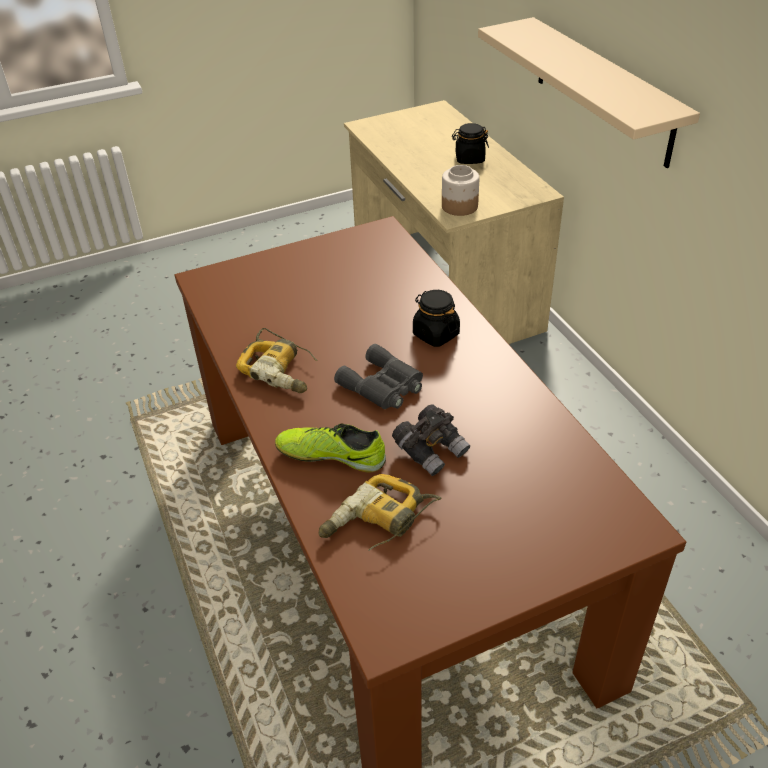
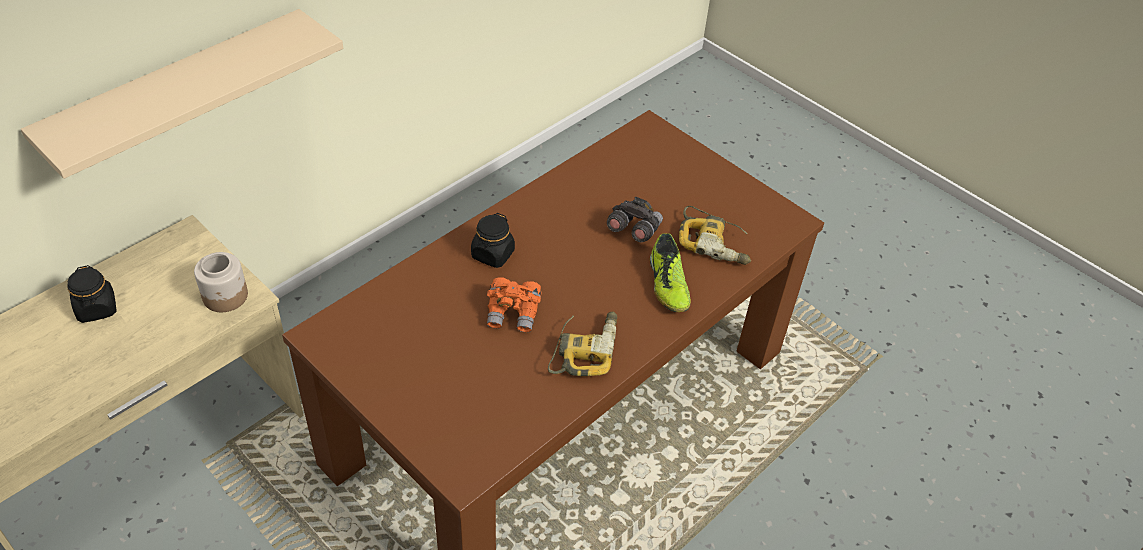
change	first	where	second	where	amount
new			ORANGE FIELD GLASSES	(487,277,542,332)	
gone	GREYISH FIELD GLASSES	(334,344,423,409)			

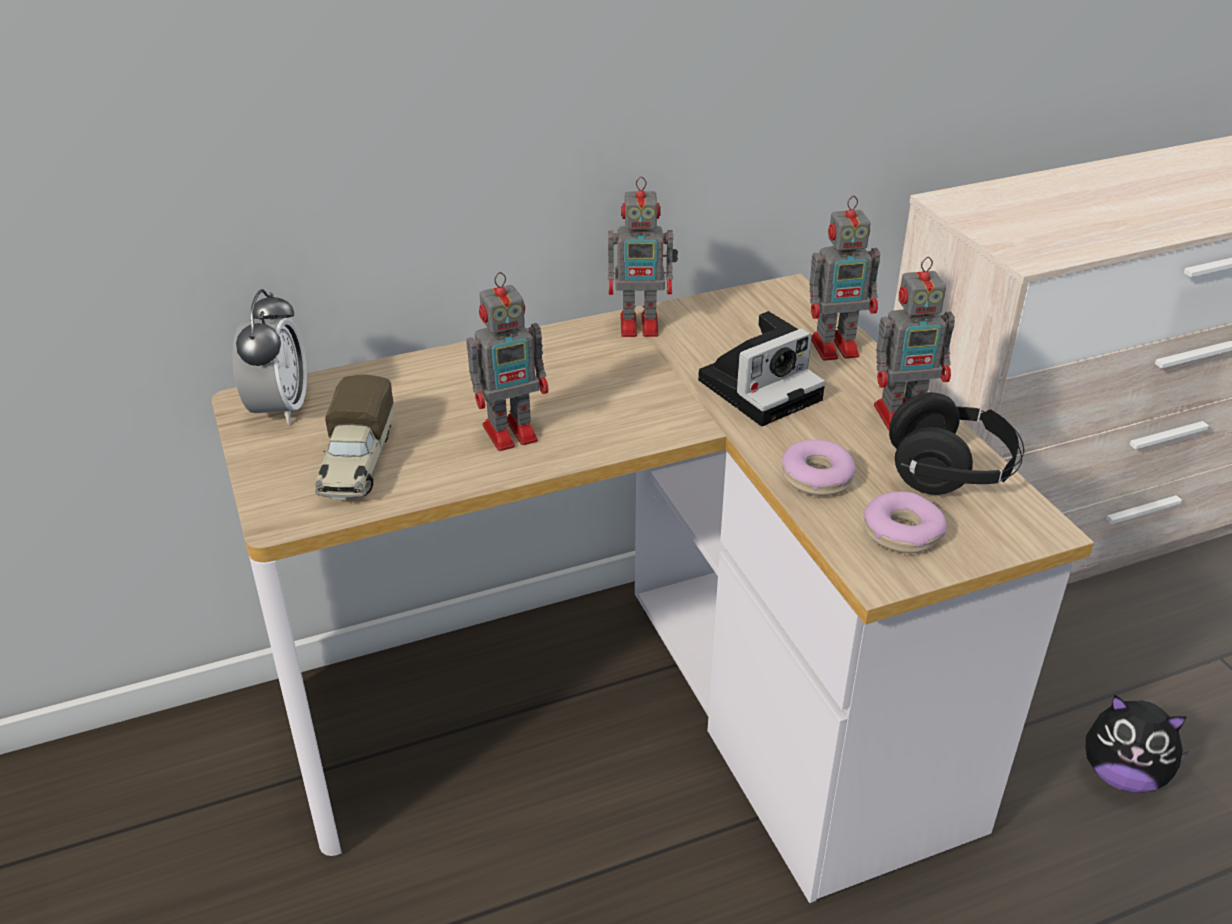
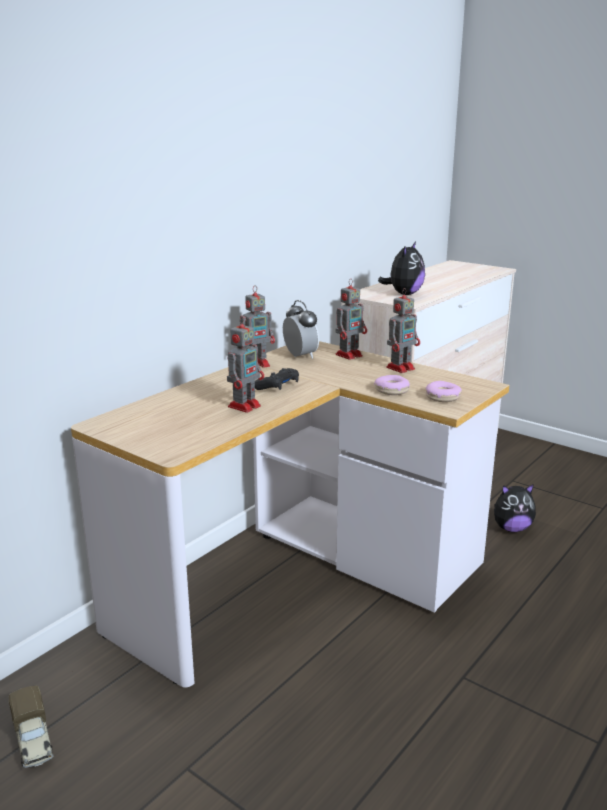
change	first	where	second	where	amount
shifted	TOY LORRY	(315,375,394,499)		(9,686,53,768)	
new			BLACK GAMEPAD	(255,368,299,390)	
shifted	ALARM CLOCK	(233,289,307,424)		(283,300,319,359)	
new			CUDDLY TOY	(378,242,425,295)	
gone	PHOTO CAMERA	(698,311,825,426)			
gone	BLACK HEADPHONES	(889,392,1024,495)			

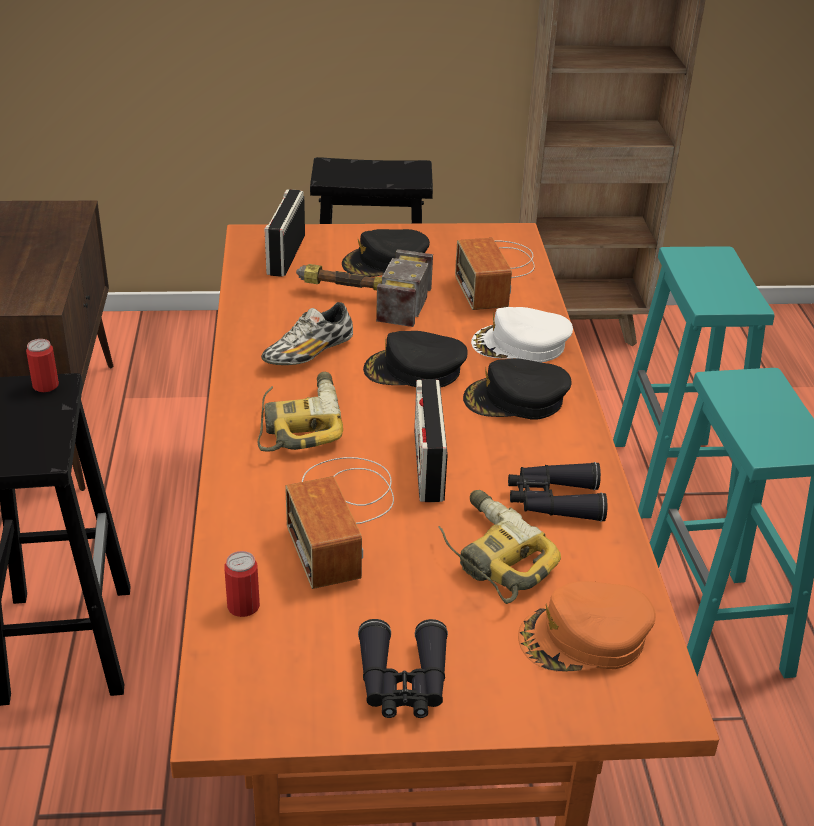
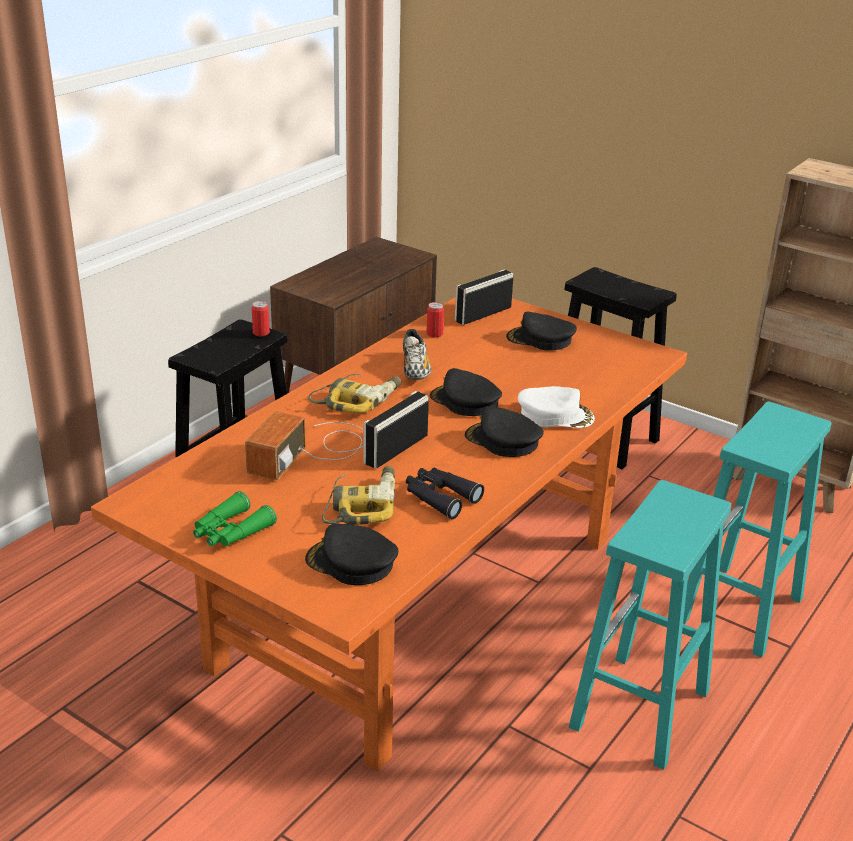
change	first	where	second	where	amount
repainted	BLACK FIELD GLASSES	(358,619,448,718)	GREENISH FIELD GLASSES	(193,491,277,546)	
repainted	ORANGE CAP	(518,581,656,672)	BLACK CAP	(305,524,398,585)	
rotated	ITEM OF FOOTWEAR	(261,302,353,365)		(403,329,431,380)	90 degrees counterclockwise
shifted	SEALED CAN	(225,551,260,617)		(426,302,444,337)	
rotated	WHITISH CAP	(471,307,573,362)		(518,386,595,428)	150 degrees clockwise
gone	HAMMER	(296,249,433,327)			
gone	RADIO	(455,238,535,310)			

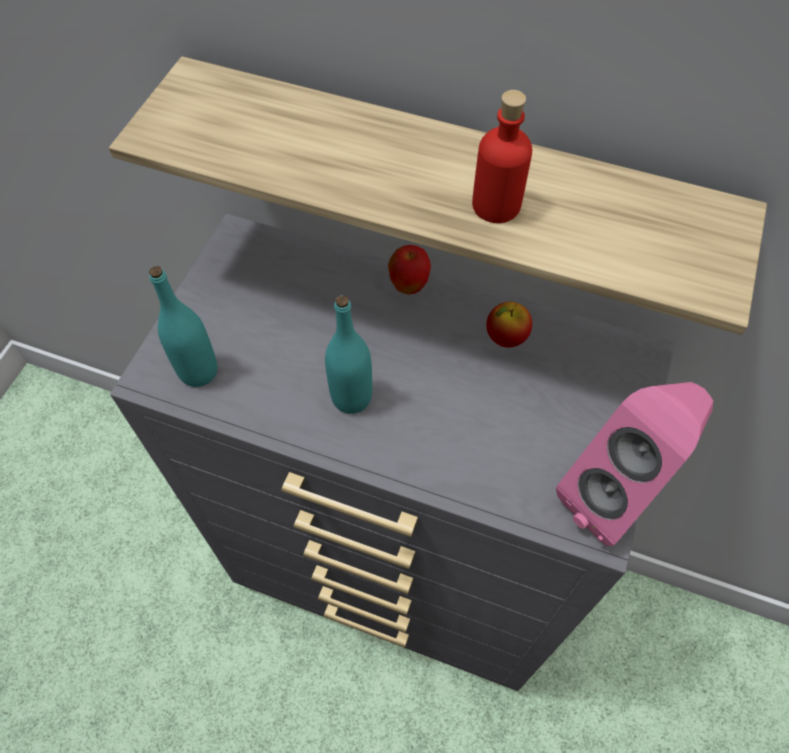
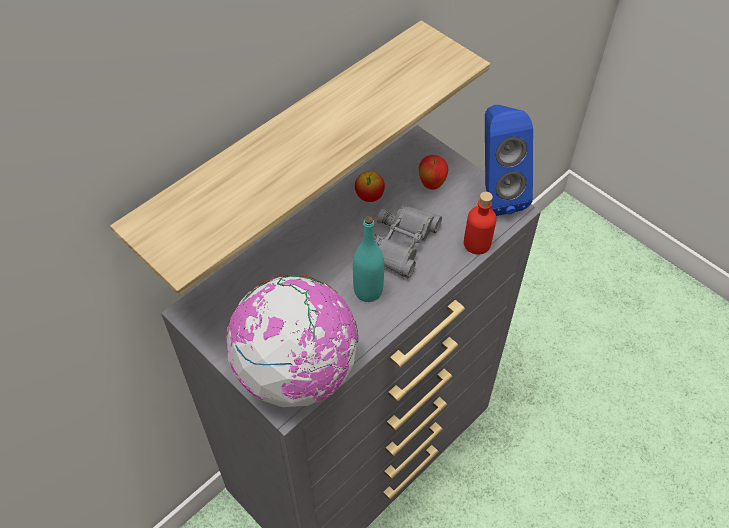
change	first	where	second	where	amount
swapped	BLUE-GREEN BOTTLE	(149,266,217,387)	DESK GLOBE	(226,275,358,407)	
new			GREYISH FIELD GLASSES	(374,205,442,278)	
shifted	APPLE FRUIT	(388,245,431,295)		(419,155,449,190)	
shifted	REDDISH BOTTLE	(472,90,532,223)		(464,192,497,254)	
repainted	PINKISH SPEAKER	(556,382,713,546)	BLUISH SPEAKER	(485,105,533,216)	

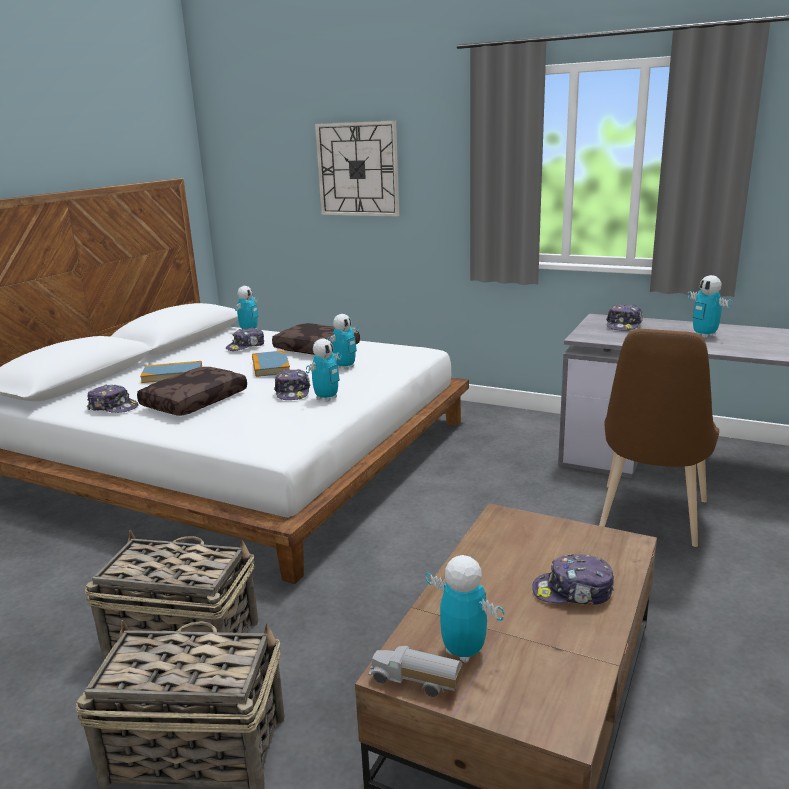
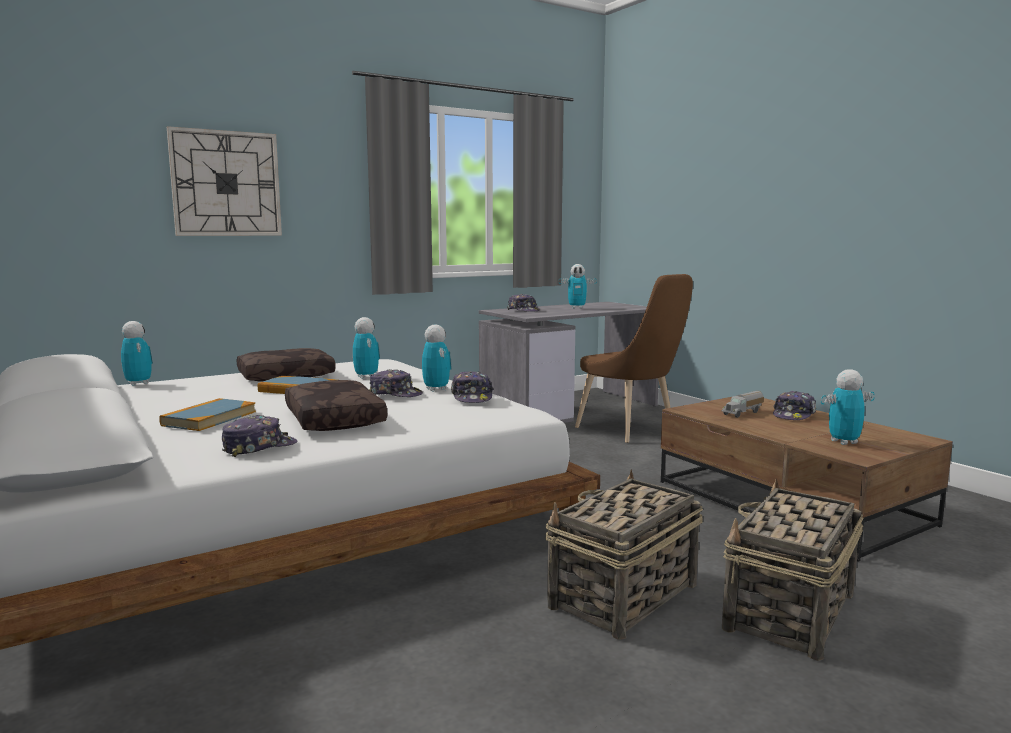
change	first	where	second	where	amount
shifted	CAP	(226,328,264,351)		(451,371,494,403)	
shifted	TOY LORRY	(368,646,462,697)		(721,391,764,418)	

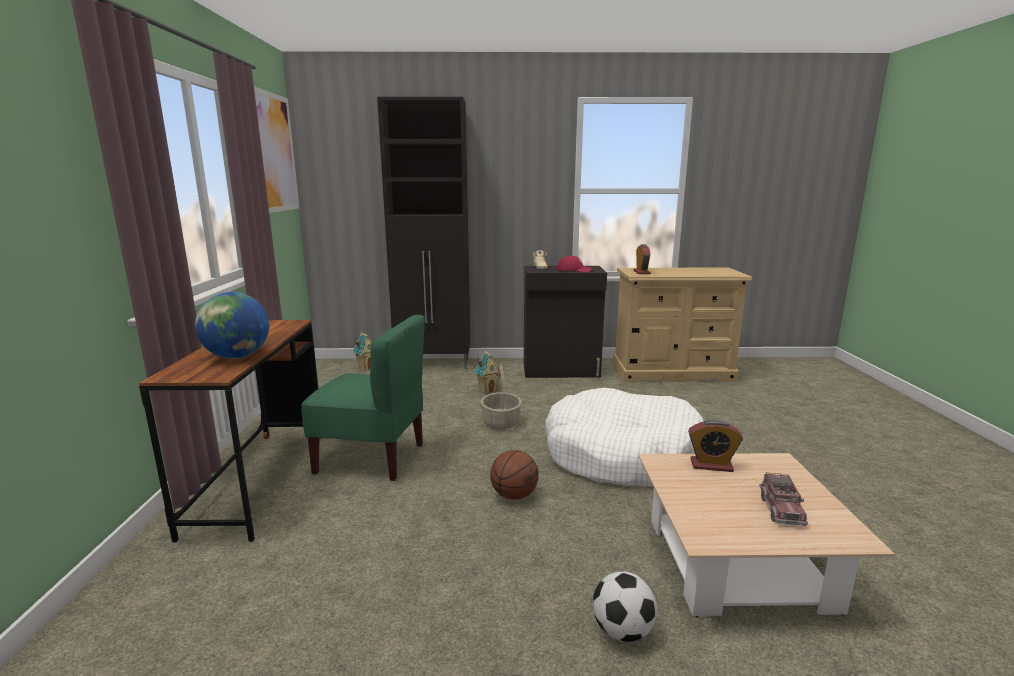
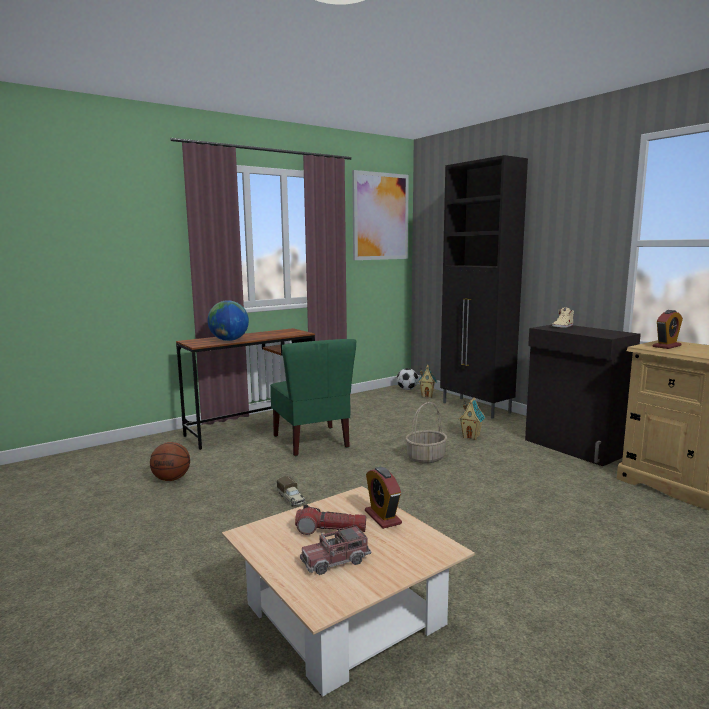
change	first	where	second	where	amount
shifted	BASKETBALL	(490,450,539,500)		(150,442,190,481)	
new			TOY LORRY	(277,476,306,507)	
new			HAND TORCH	(295,505,366,535)	
shifted	FOOTBALL BALL	(593,571,657,642)		(397,368,418,390)	
gone	WHITISH DOG CUSHION	(545,388,704,487)			
gone	REDDISH CAP	(557,256,593,272)			

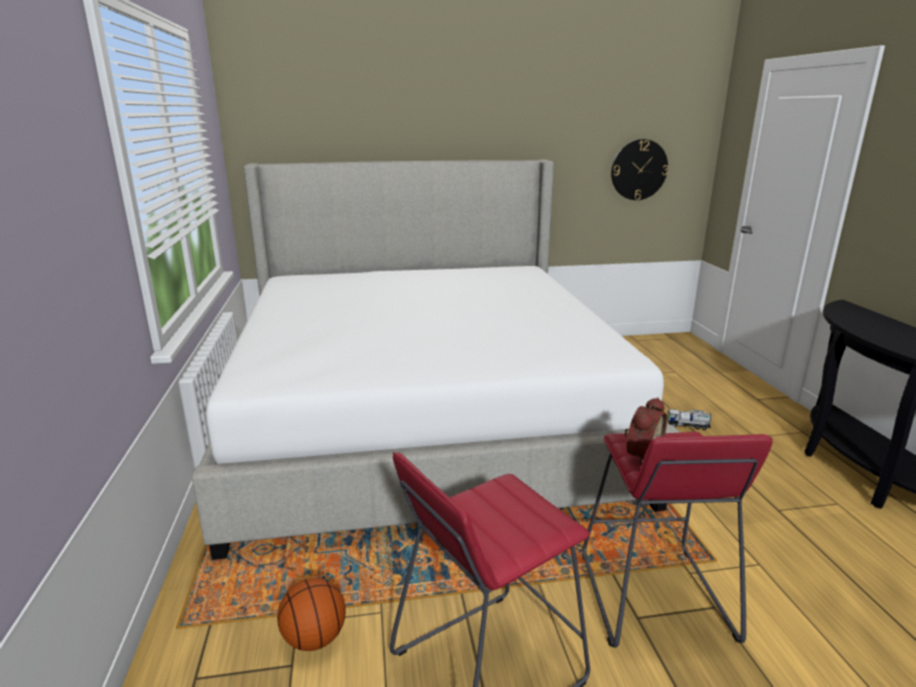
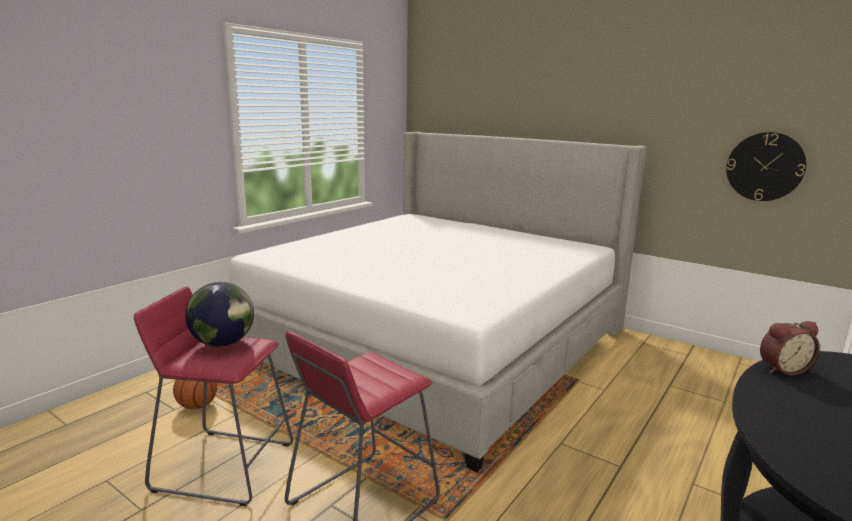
change	first	where	second	where	amount
new			DESK GLOBE	(185,282,254,347)	
shifted	ALARM CLOCK	(624,397,667,465)		(760,321,820,375)	
gone	TOY LORRY	(667,409,711,430)			

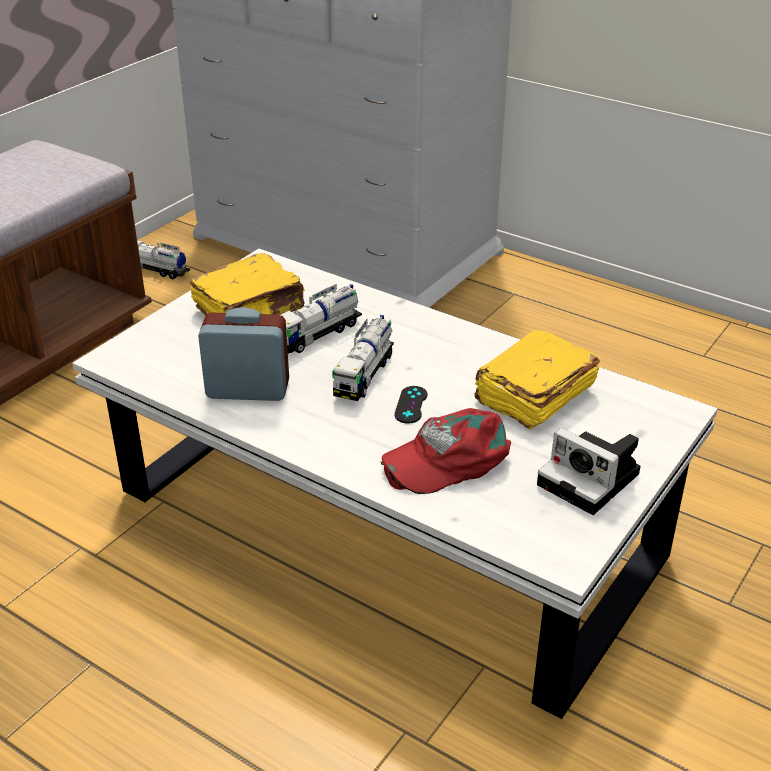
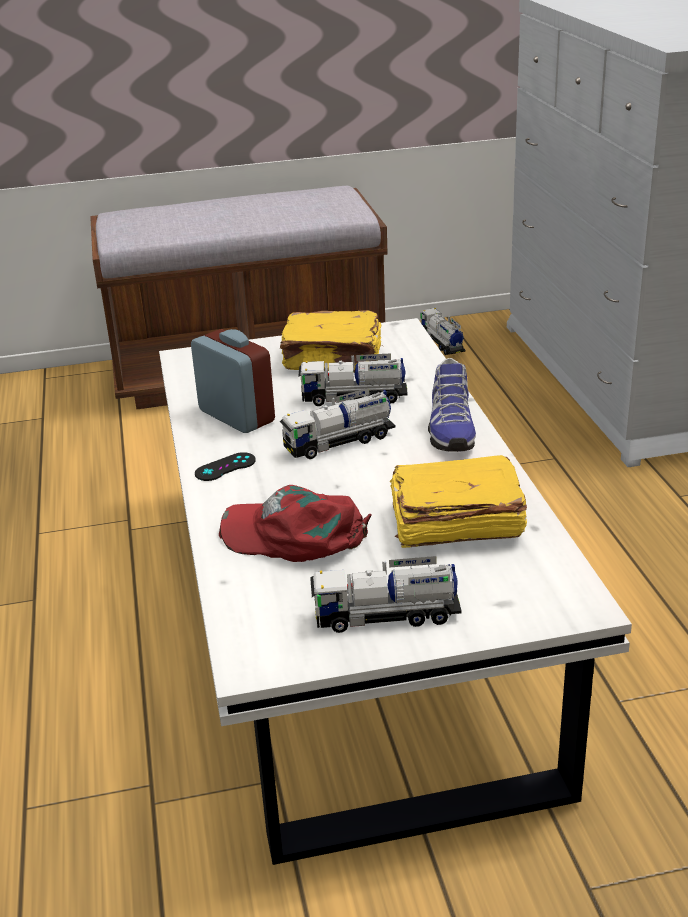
change	first	where	second	where	amount
shifted	BLACK GAMEPAD	(394,386,427,424)		(195,452,256,481)	
swapped	PHOTO CAMERA	(537,428,641,515)	TOY LORRY	(310,556,462,633)	
new			ITEM OF FOOTWEAR	(428,358,476,452)	

